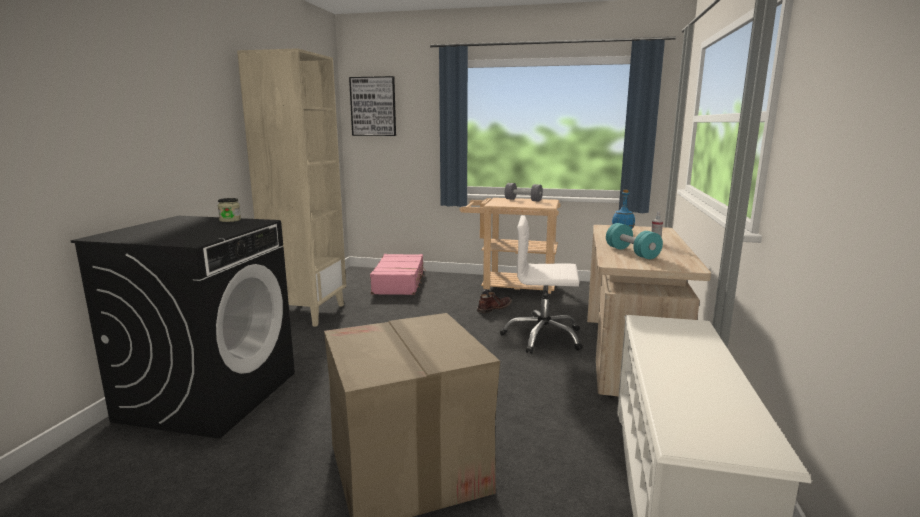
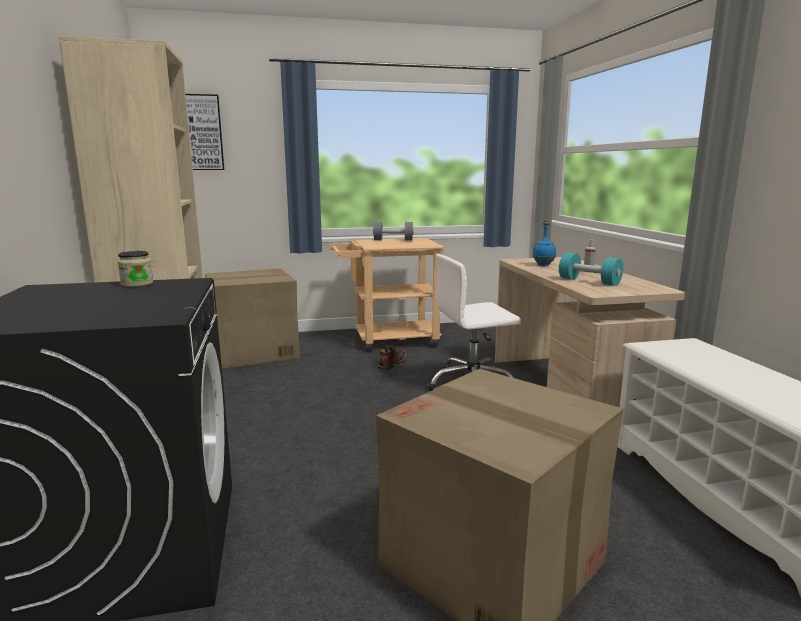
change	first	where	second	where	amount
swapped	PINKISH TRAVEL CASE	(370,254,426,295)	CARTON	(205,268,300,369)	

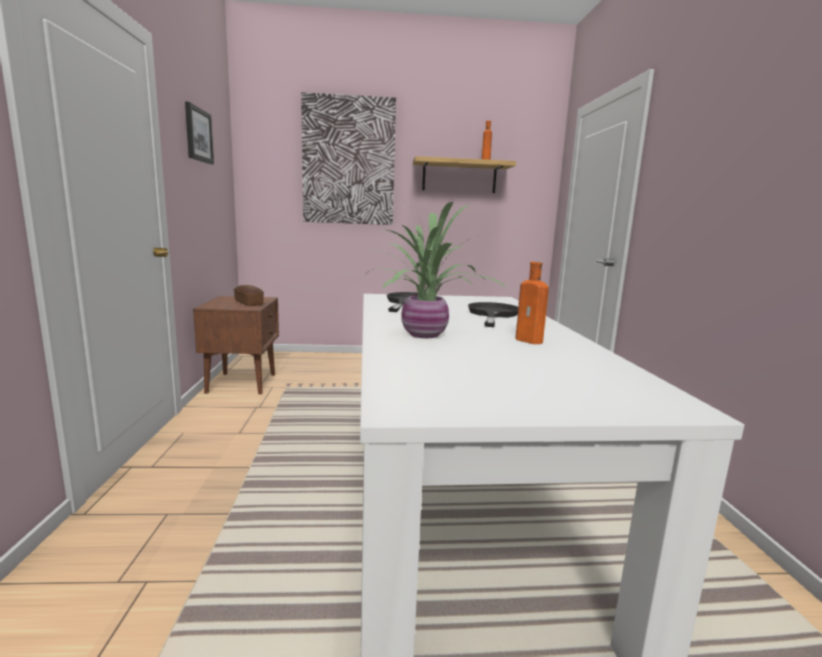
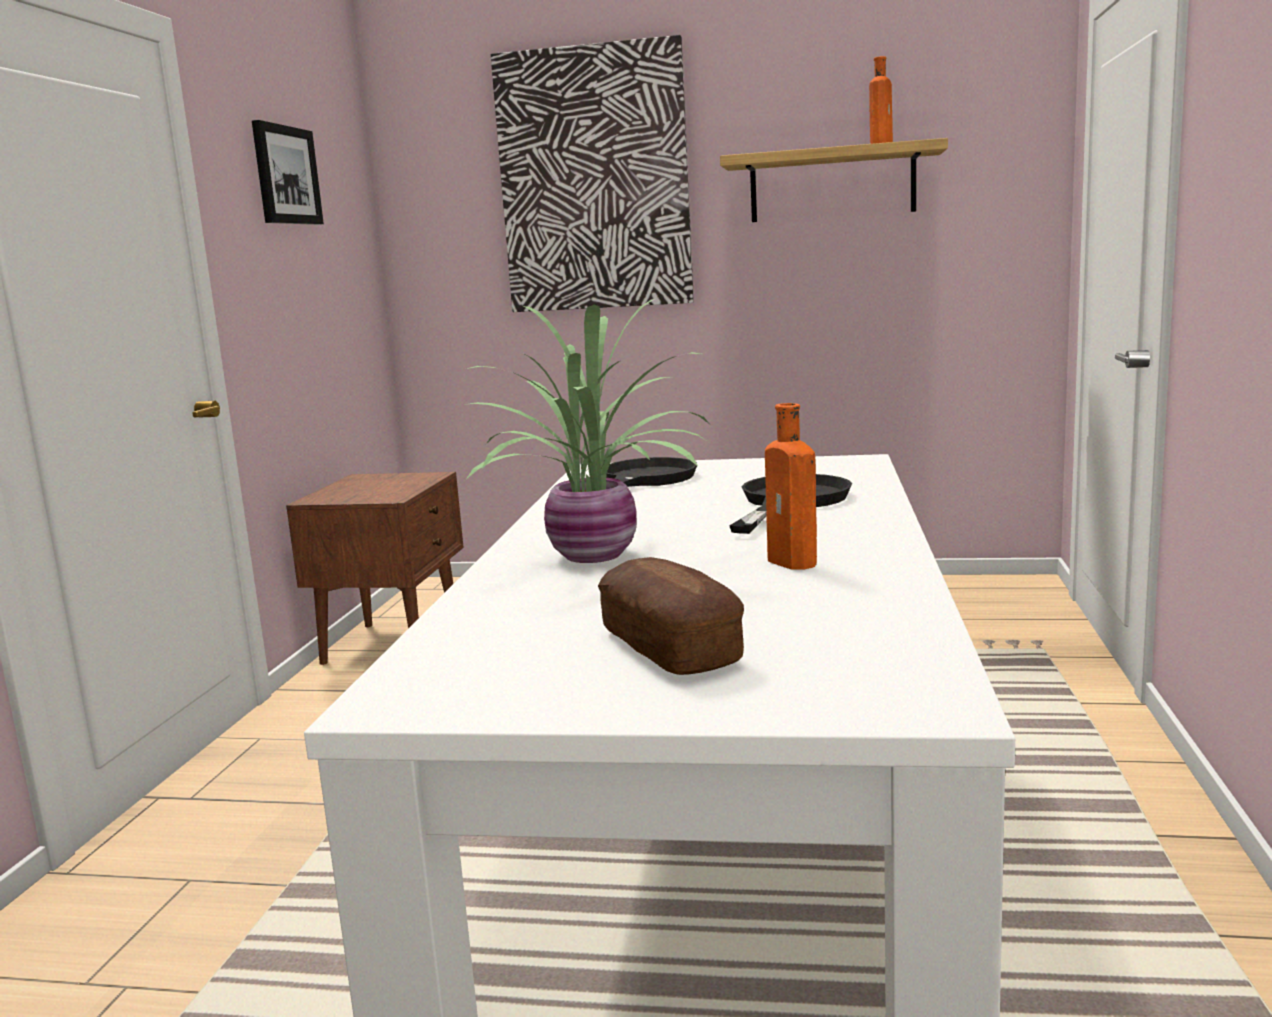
change	first	where	second	where	amount
shifted	BAKED BREAD	(234,285,264,306)		(598,557,744,675)	

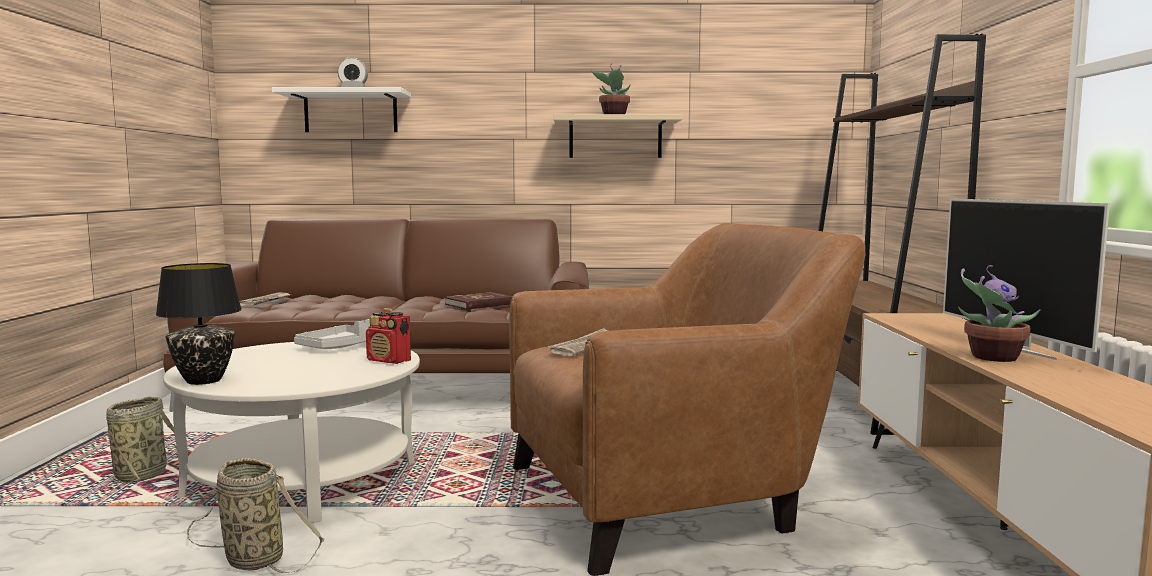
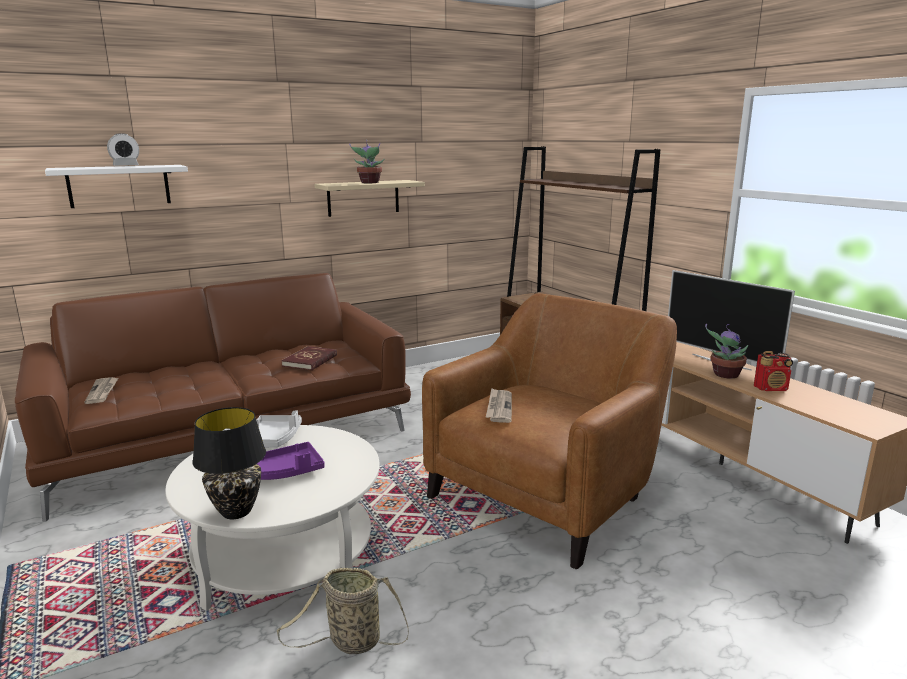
change	first	where	second	where	amount
new			PURPLE SERVING TRAY	(257,442,325,480)	
shifted	RADIO	(366,308,411,364)		(754,351,793,391)	
gone	STORAGE BASKET	(101,396,176,491)			

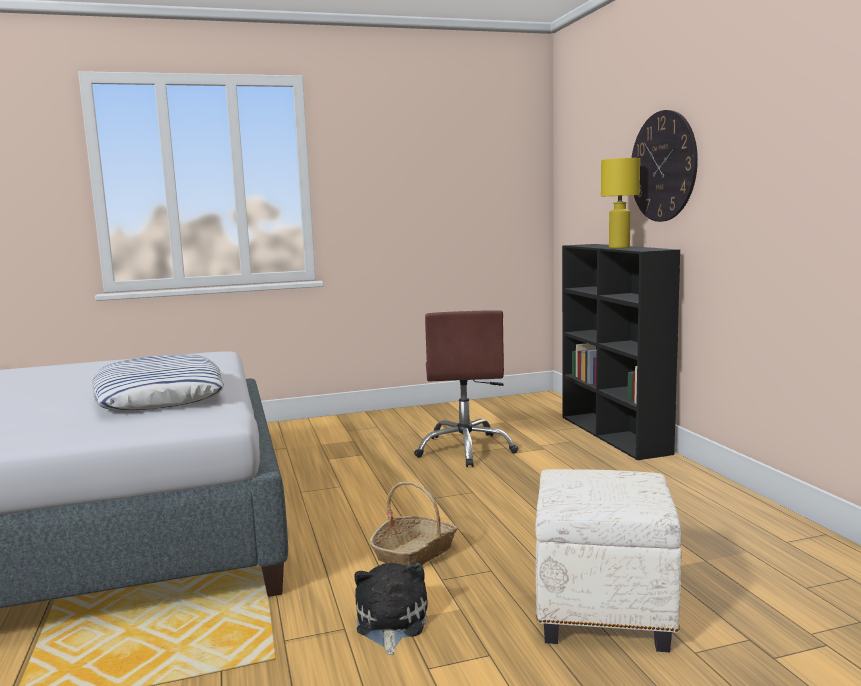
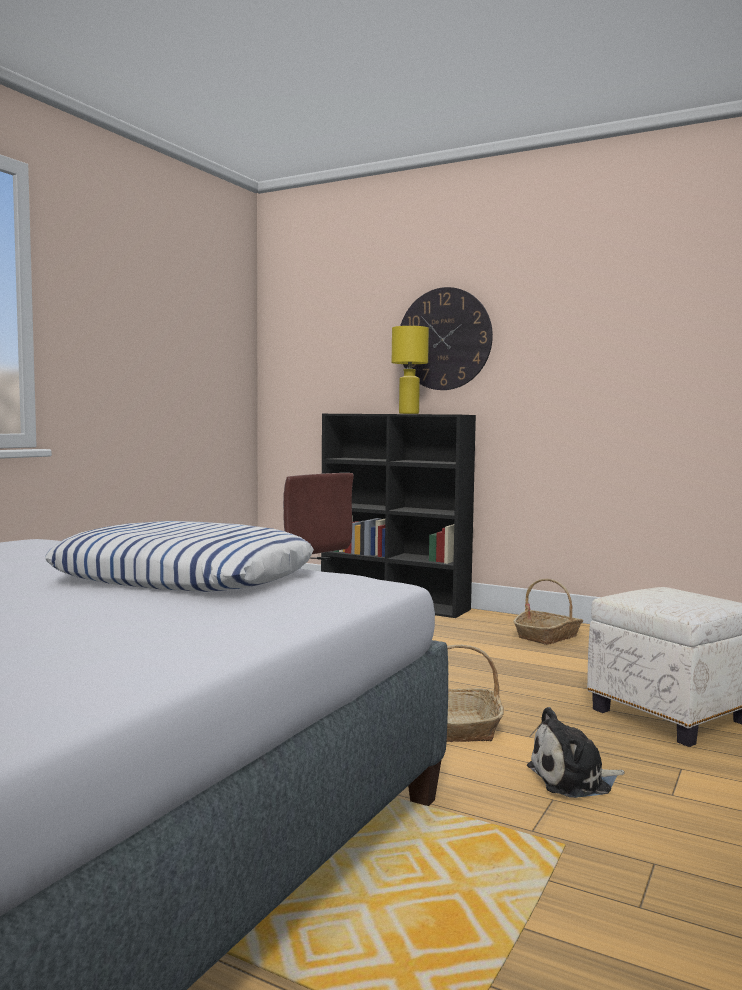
change	first	where	second	where	amount
new			STORAGE BASKET	(513,579,583,645)	
rotated	CUDDLY TOY	(354,563,428,655)		(527,707,625,798)	60 degrees counterclockwise

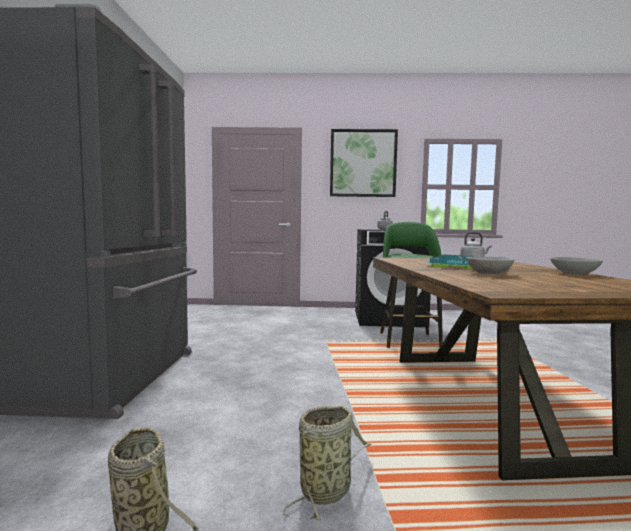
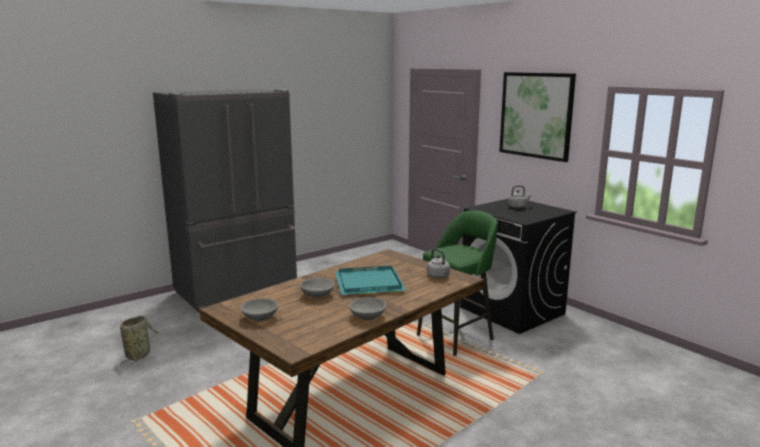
change	first	where	second	where	amount
new			GREYISH SERVING BOWL	(241,298,279,321)	
gone	STORAGE BASKET	(283,406,372,520)			

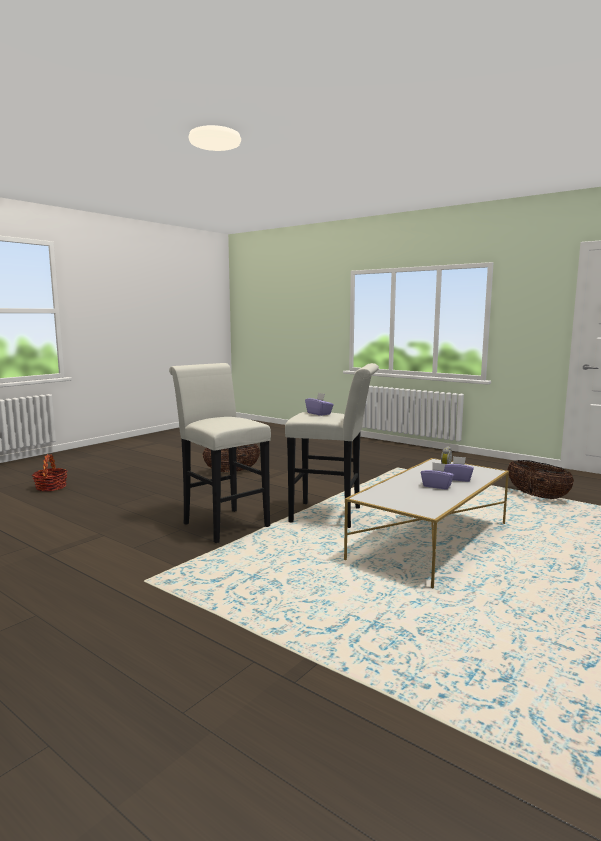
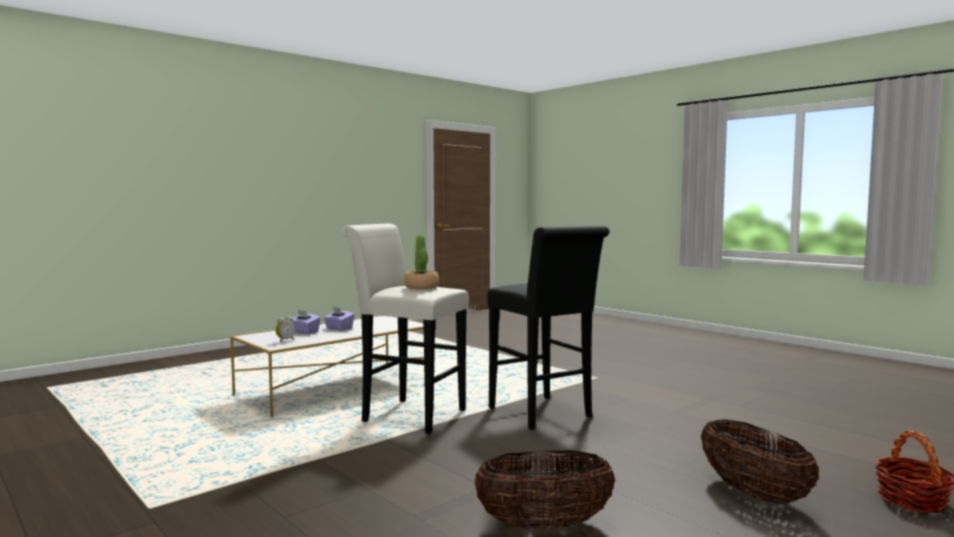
change	first	where	second	where	amount
swapped	PURPLE BOX OF TISSUES	(305,393,334,416)	PLANT IN A POT	(404,235,439,289)	
repainted	WHITISH STOOL SEAT	(169,363,271,543)	BLACK STOOL SEAT	(487,226,610,430)	
shifted	STORAGE BASKET	(507,460,574,499)		(701,420,819,505)	

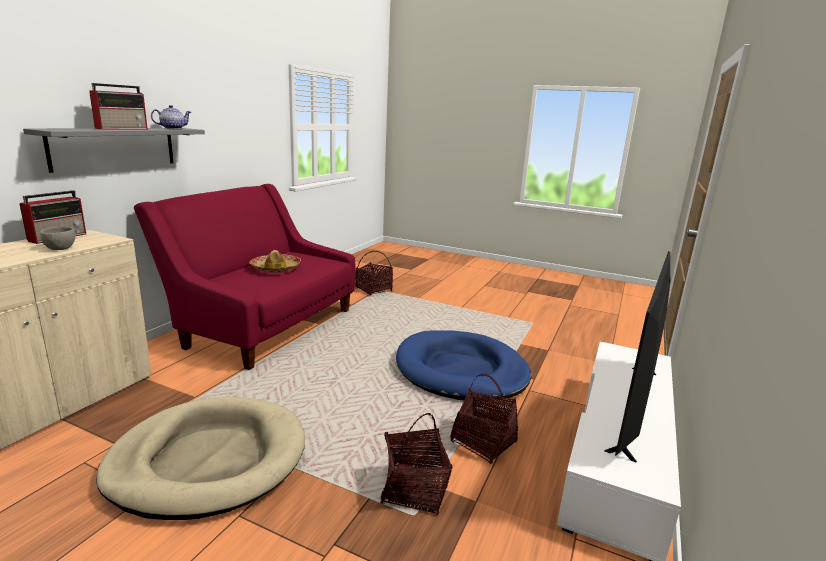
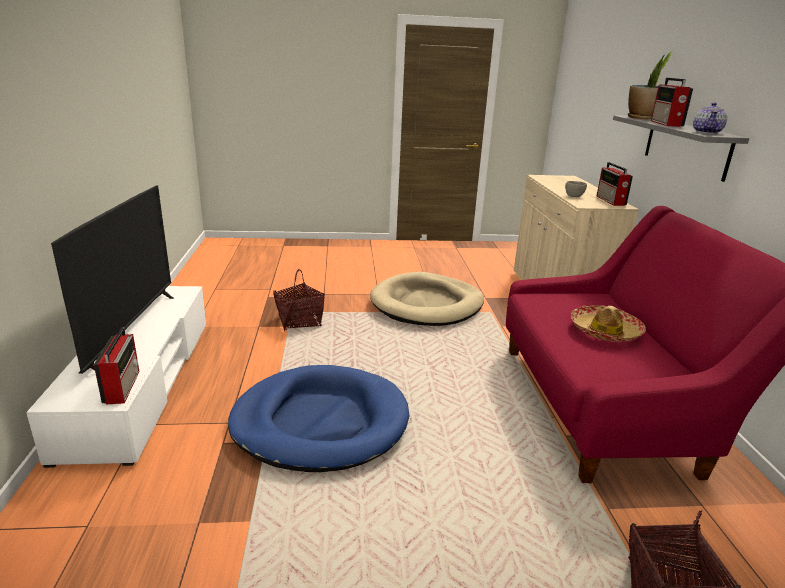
change	first	where	second	where	amount
new			RADIO	(94,327,140,404)	
new			PLANT IN A POT	(628,51,672,119)	
gone	STORAGE BASKET	(450,374,518,464)			

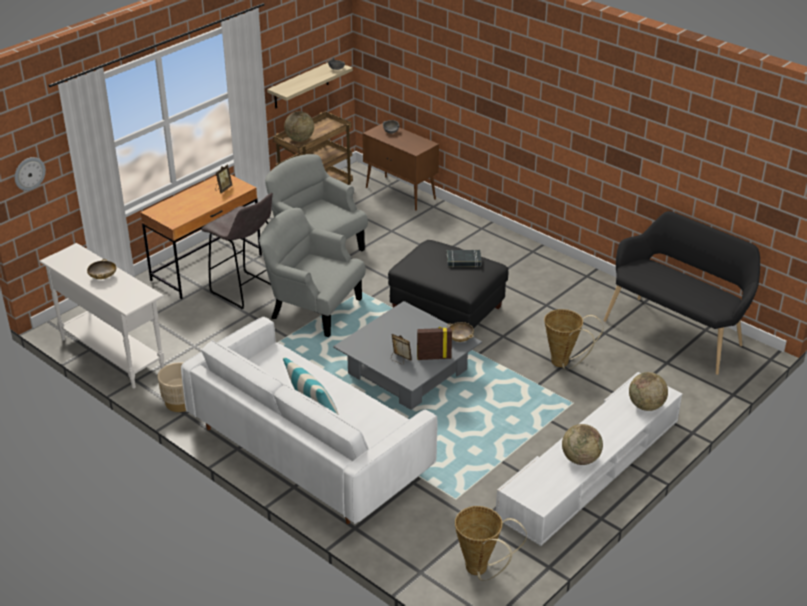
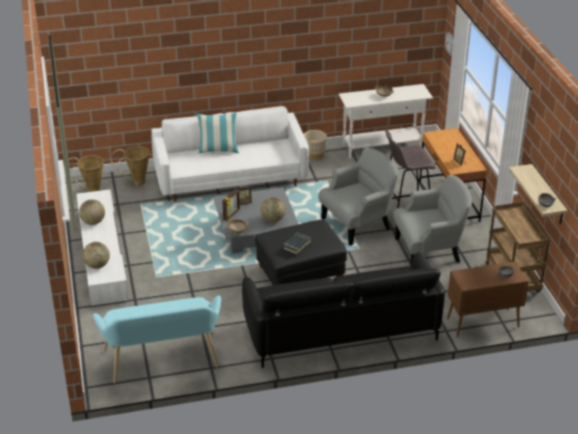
change	first	where	second	where	amount
repainted	BLACK INDOOR BENCH	(604,211,760,375)	BLUE-GREEN INDOOR BENCH	(93,295,221,383)	
shifted	STORAGE BASKET	(544,309,603,369)		(110,146,150,186)	
new			BLACK COUCH	(242,252,445,368)	
shifted	DESK GLOBE	(284,111,314,142)		(261,197,286,222)	

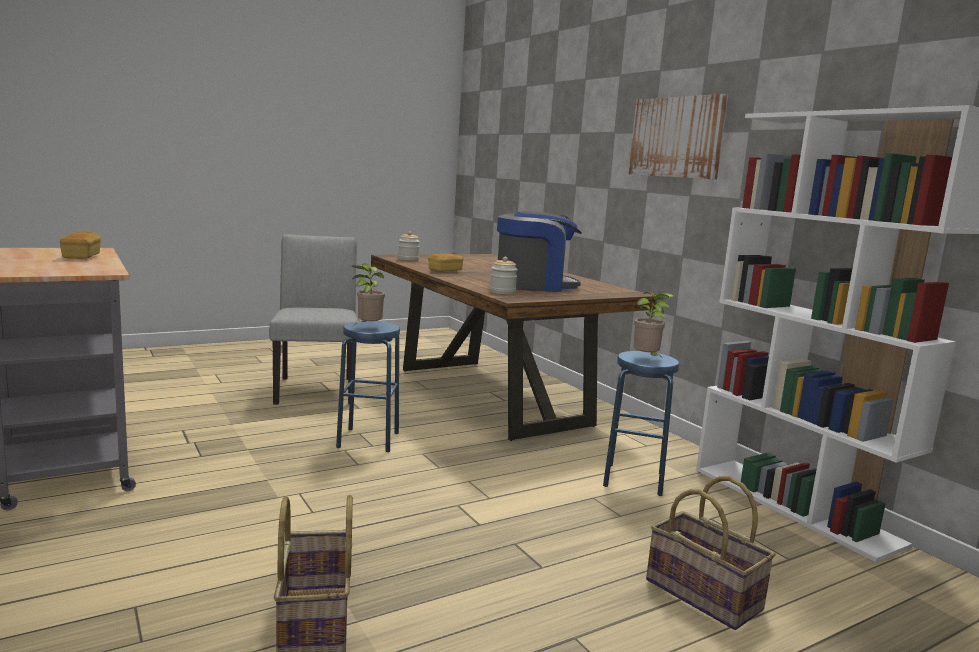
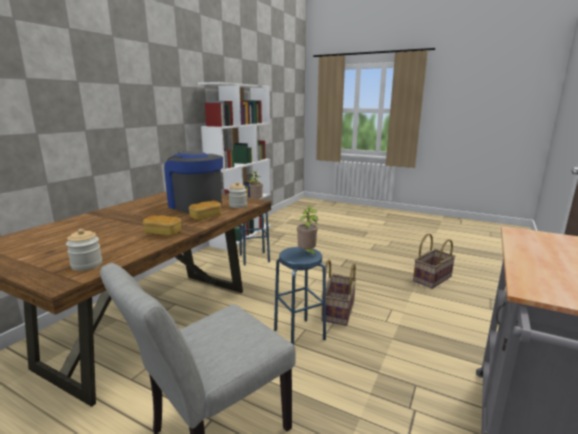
change	first	where	second	where	amount
shifted	BAKED BREAD	(60,231,101,259)		(189,201,221,220)	
shifted	STORAGE BASKET	(646,476,775,630)		(321,259,356,326)	
gone	WALL PICTURE	(629,94,728,180)			

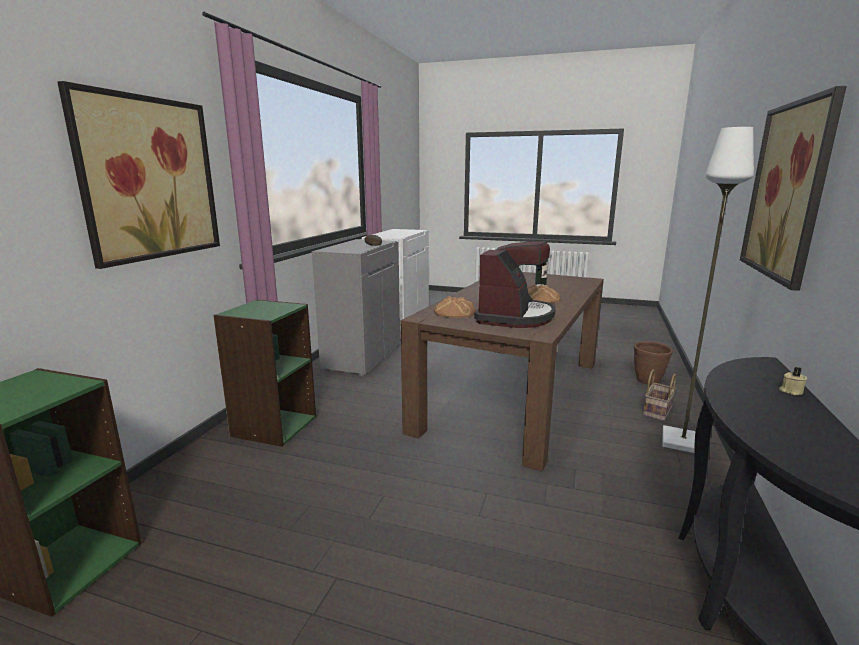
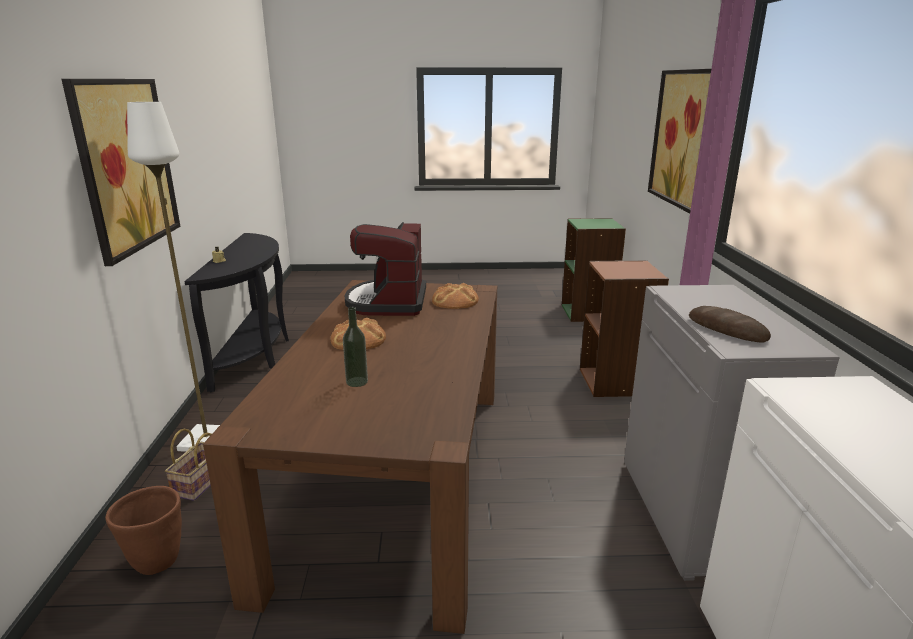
change	first	where	second	where	amount
repainted	GREENISH SHELVING UNIT	(213,299,316,447)	BROWN SHELVING UNIT	(580,260,669,397)	

